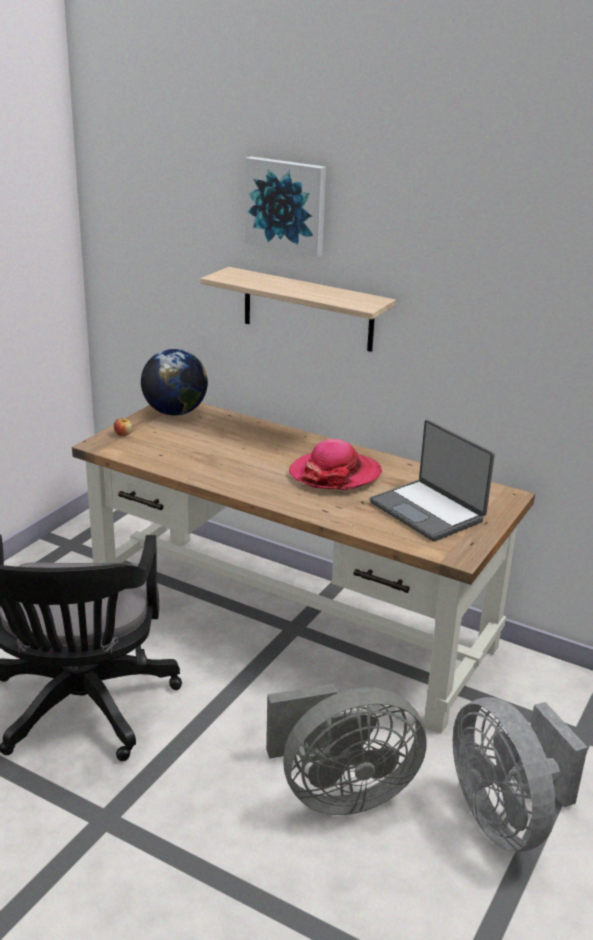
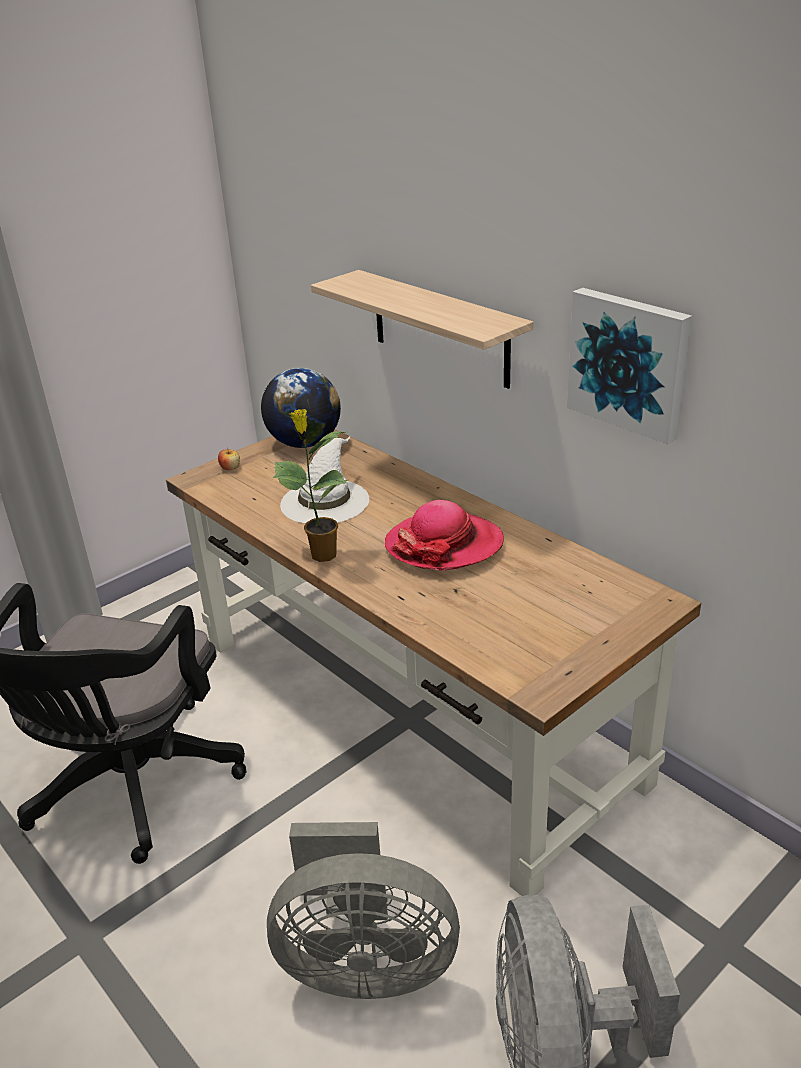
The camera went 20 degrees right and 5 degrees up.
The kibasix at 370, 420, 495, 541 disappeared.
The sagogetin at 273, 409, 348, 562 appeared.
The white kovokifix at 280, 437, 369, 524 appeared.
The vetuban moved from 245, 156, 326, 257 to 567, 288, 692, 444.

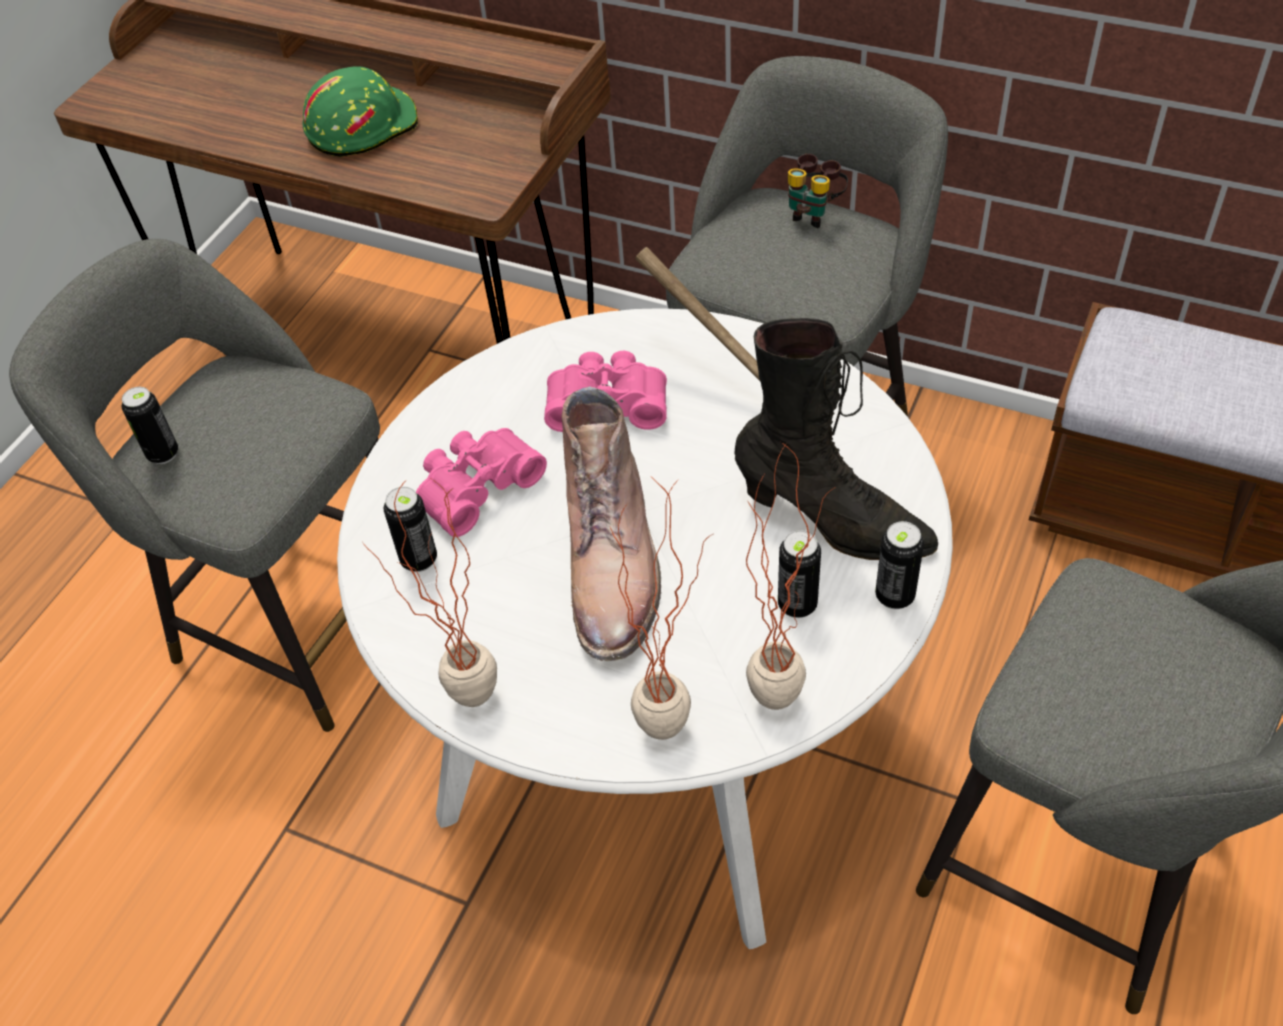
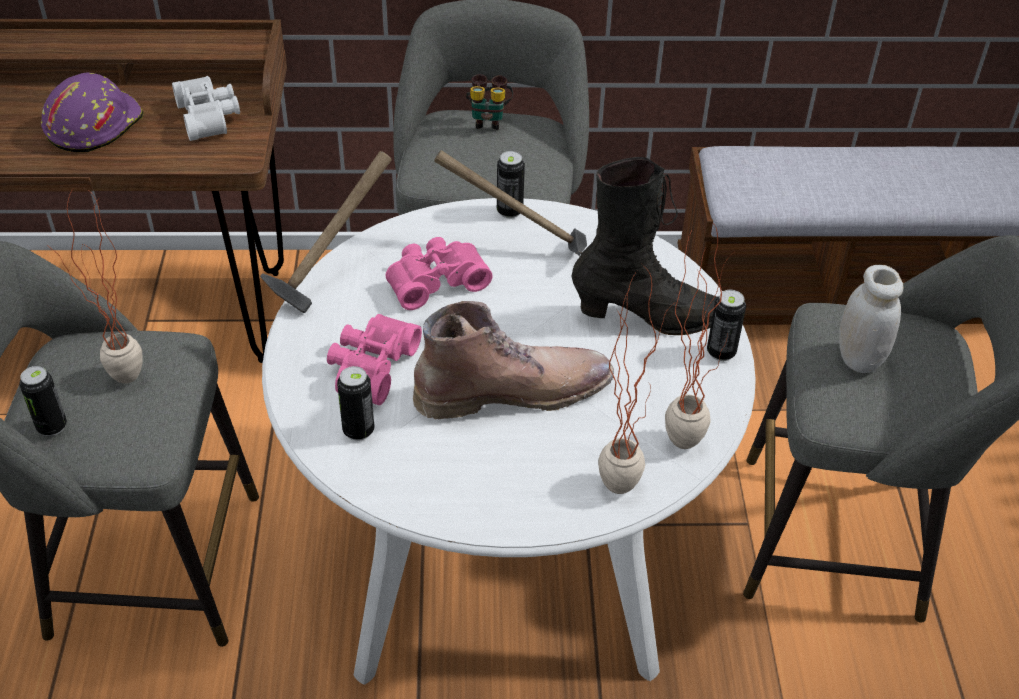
The camera went 30 degrees left and 5 degrees down.
The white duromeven at 172, 76, 240, 141 appeared.
The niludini at 260, 151, 392, 313 appeared.
The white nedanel at 839, 265, 903, 373 appeared.
The sagogetin moved from 363, 479, 497, 707 to 52, 188, 143, 384.
The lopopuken moved from 778, 530, 821, 618 to 497, 151, 525, 218.
The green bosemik at 303, 66, 418, 157 became the purple bosemik at 41, 73, 144, 152.
The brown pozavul at 561, 386, 661, 661 turned 75 degrees counterclockwise.

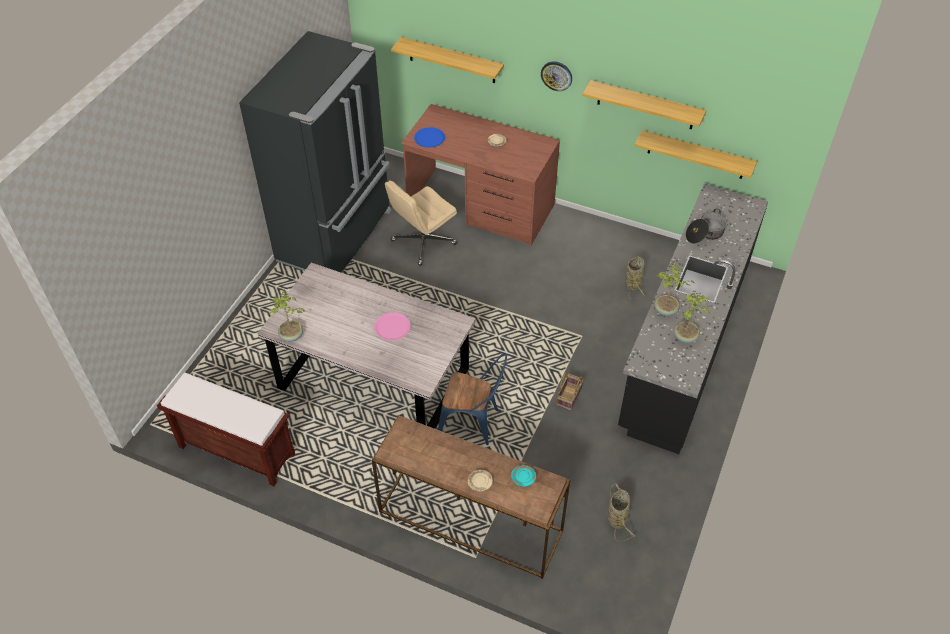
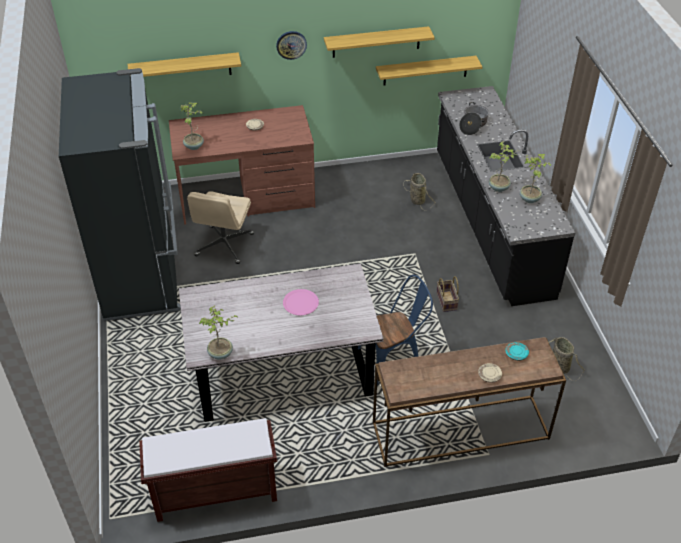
The camera went 35 degrees left and 5 degrees down.
The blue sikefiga at 414, 127, 445, 148 was replaced by the sagogetin at 181, 102, 204, 150.

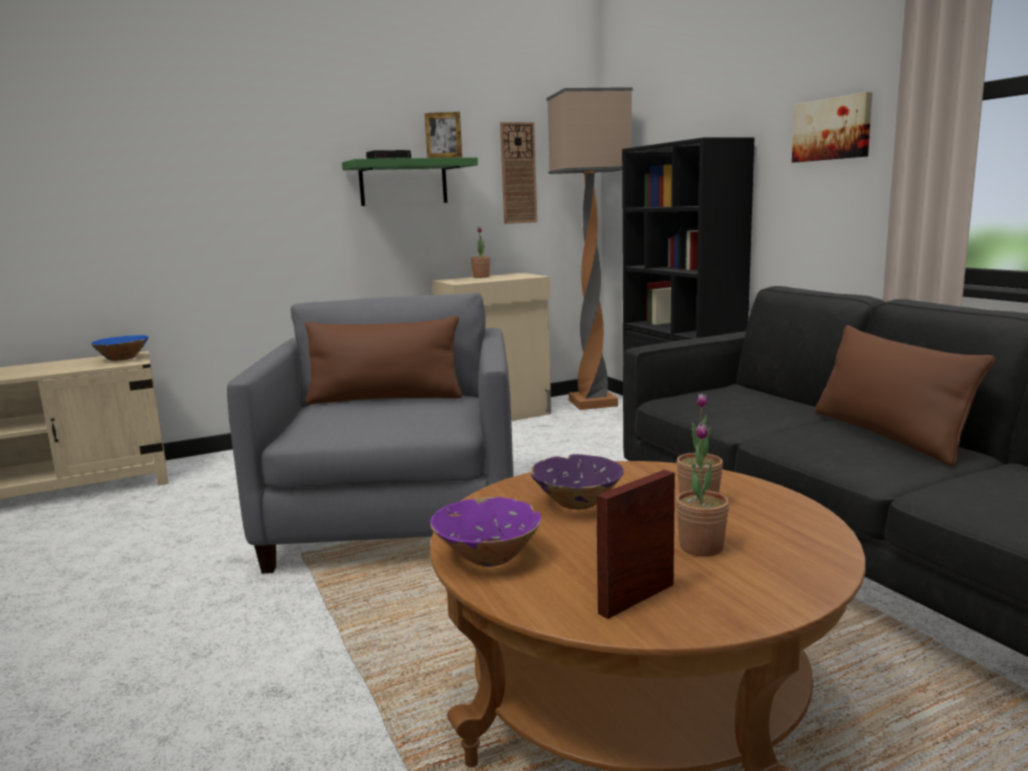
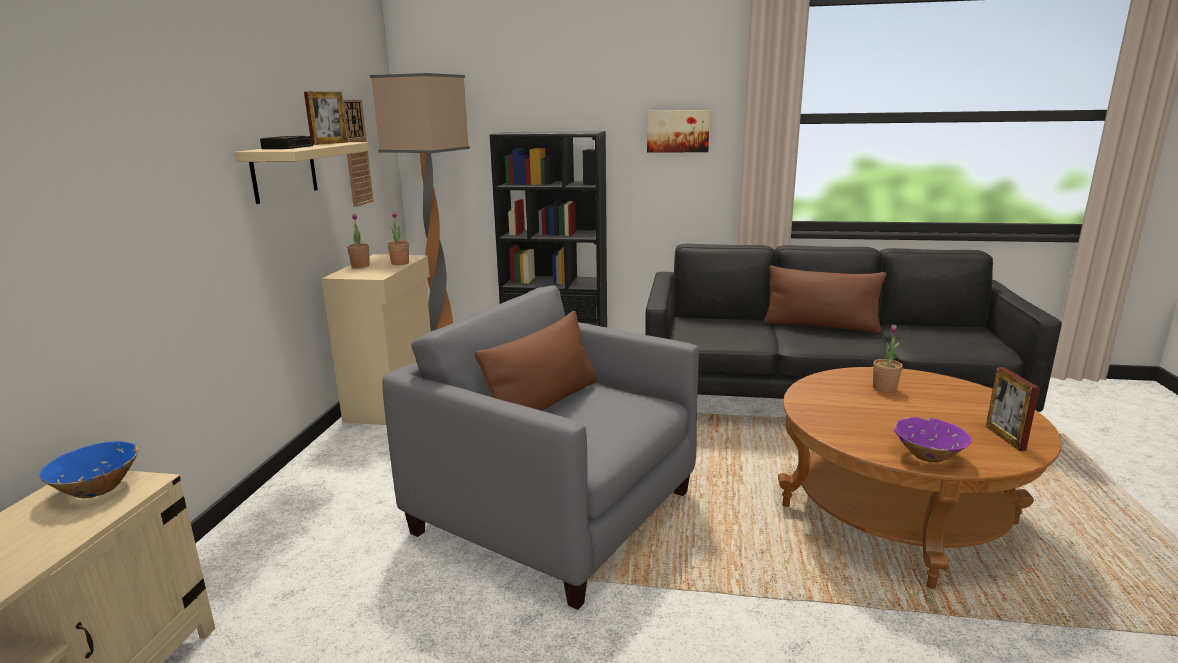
The camera went 55 degrees left and 5 degrees up.
The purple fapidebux at 530, 454, 624, 510 disappeared.
The sagogetin moved from 676, 422, 729, 557 to 388, 212, 409, 265.
The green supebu at 342, 157, 478, 206 became the beige supebu at 234, 142, 370, 204.

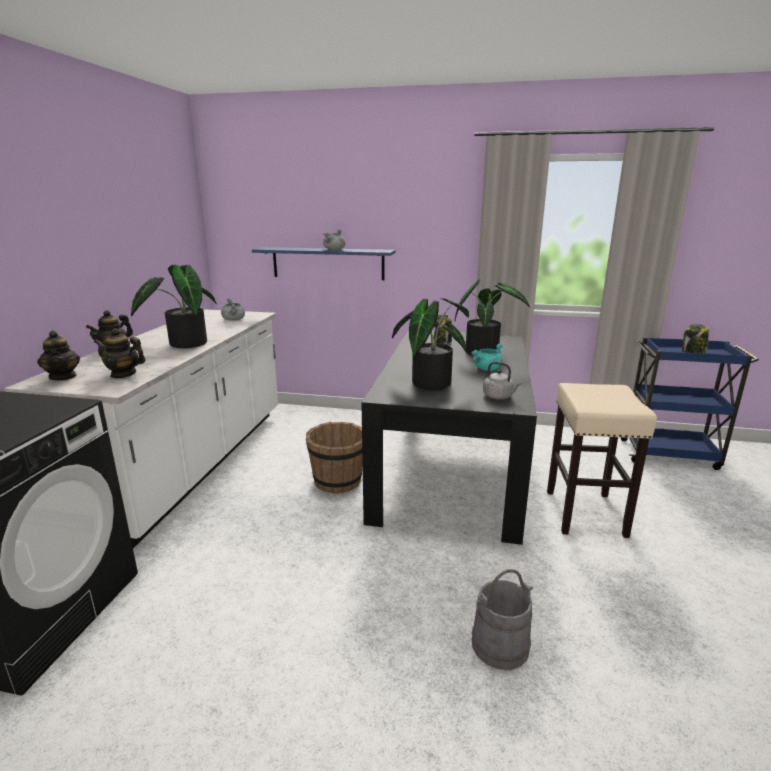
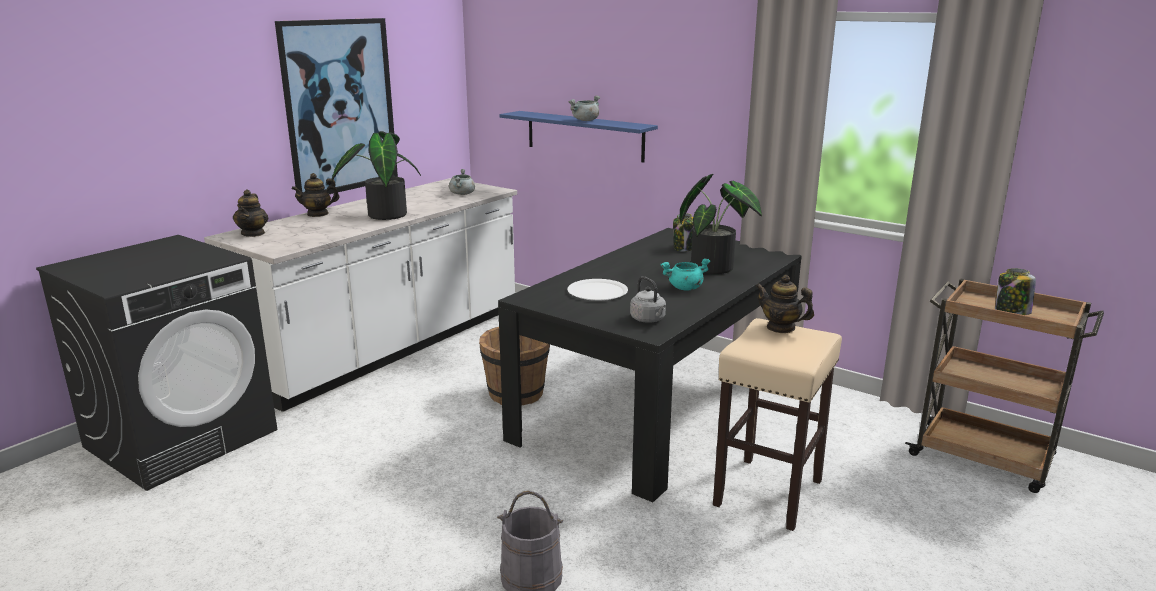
The camera went 25 degrees right and 0 degrees up.
The vetuban at 275, 18, 398, 194 appeared.
The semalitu moved from 94, 328, 146, 378 to 755, 275, 814, 333.
The sagogetin at 392, 298, 469, 390 was replaced by the white sikefiga at 567, 279, 628, 301.
The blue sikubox at 621, 337, 759, 470 became the brown sikubox at 905, 279, 1104, 493.

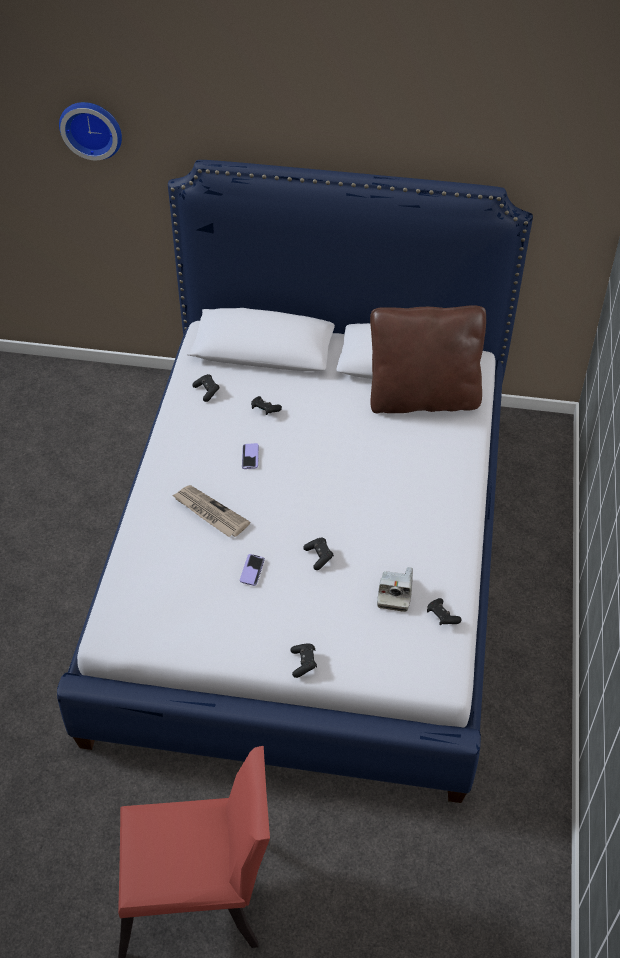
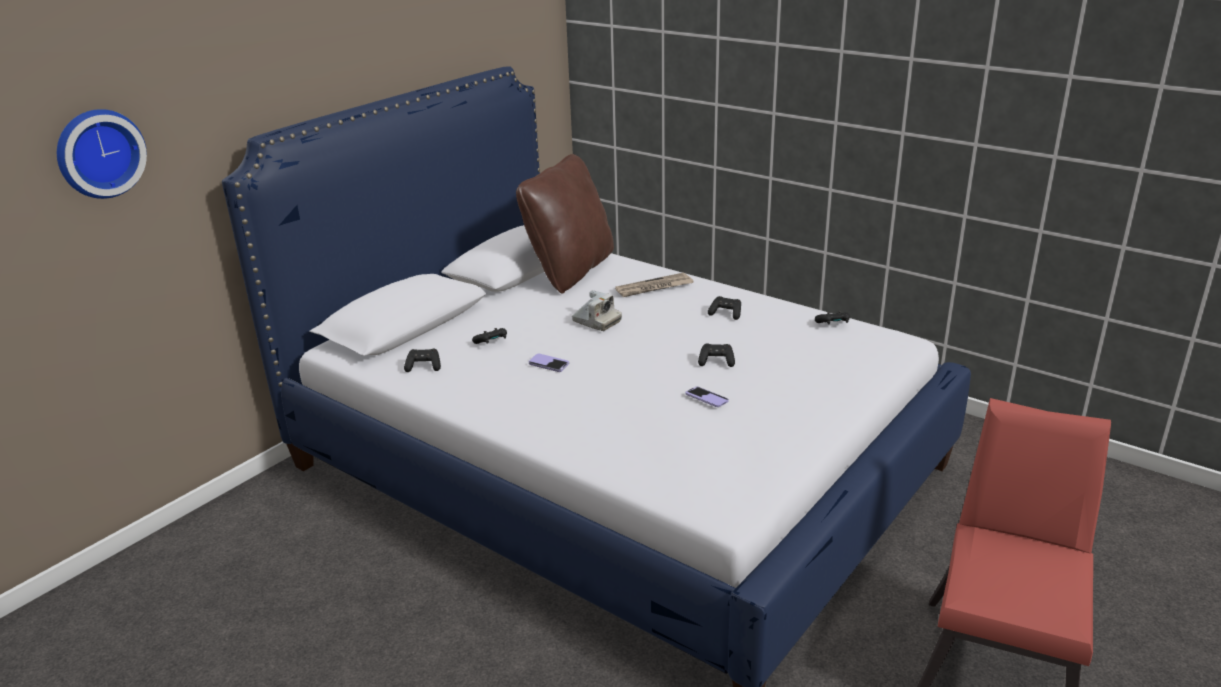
The camera went 60 degrees left and 20 degrees down.
The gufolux moved from 172, 485, 250, 537 to 615, 272, 693, 297.
The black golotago moved from 291, 644, 317, 678 to 708, 296, 741, 320.
The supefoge moved from 377, 567, 413, 612 to 572, 290, 622, 331.

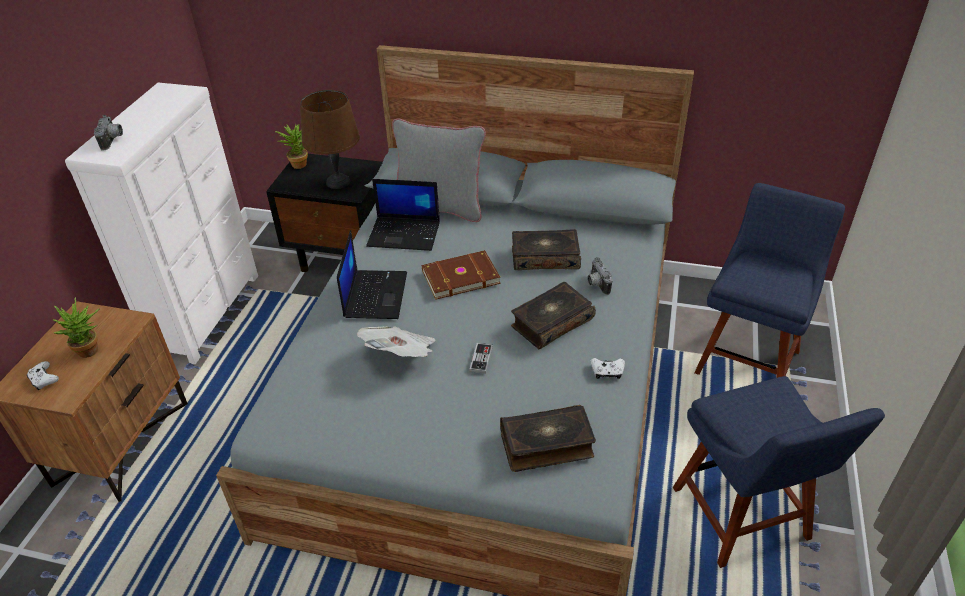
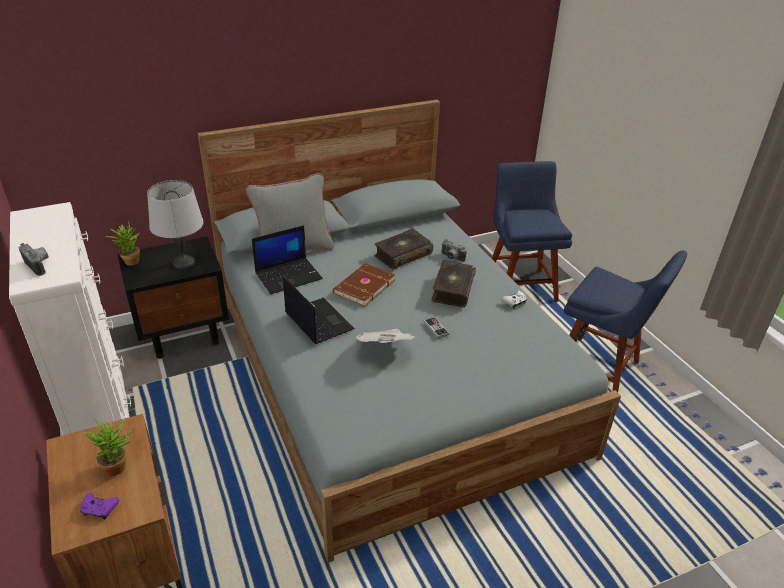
The camera went 40 degrees left and 5 degrees down.
The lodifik at 500, 405, 596, 472 disappeared.
The white golotago at 27, 361, 59, 390 became the purple golotago at 80, 492, 119, 520.
The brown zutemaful at 300, 90, 360, 189 became the grey zutemaful at 147, 180, 203, 269.

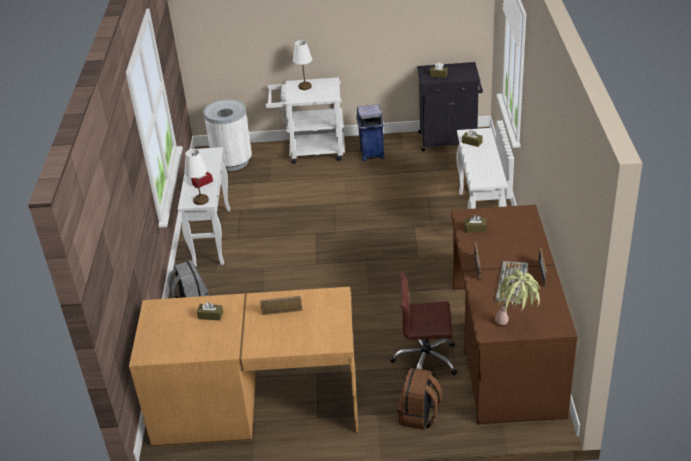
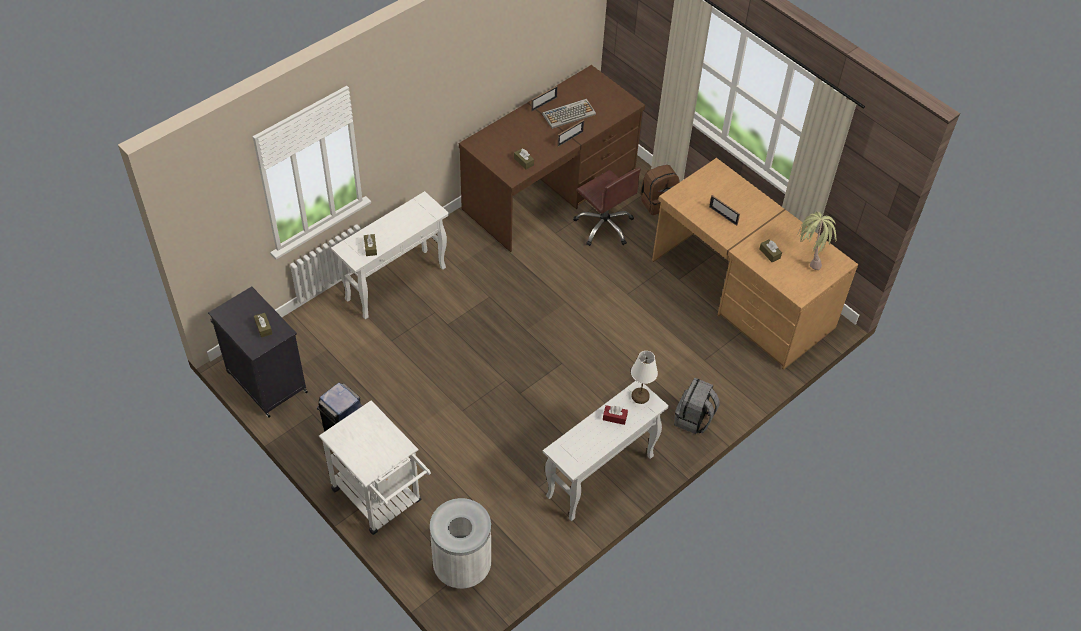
The camera went 135 degrees left and 15 degrees up.
The white zutemaful at 293, 40, 312, 90 disappeared.
The sagogetin moved from 495, 269, 540, 325 to 797, 212, 836, 270.

